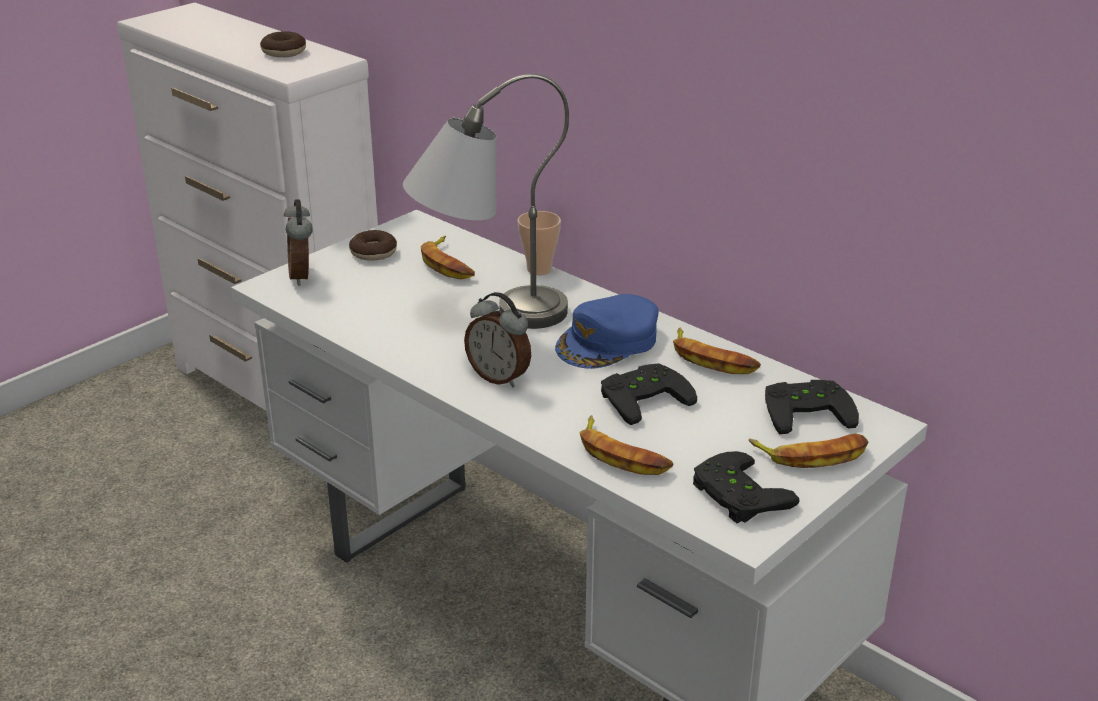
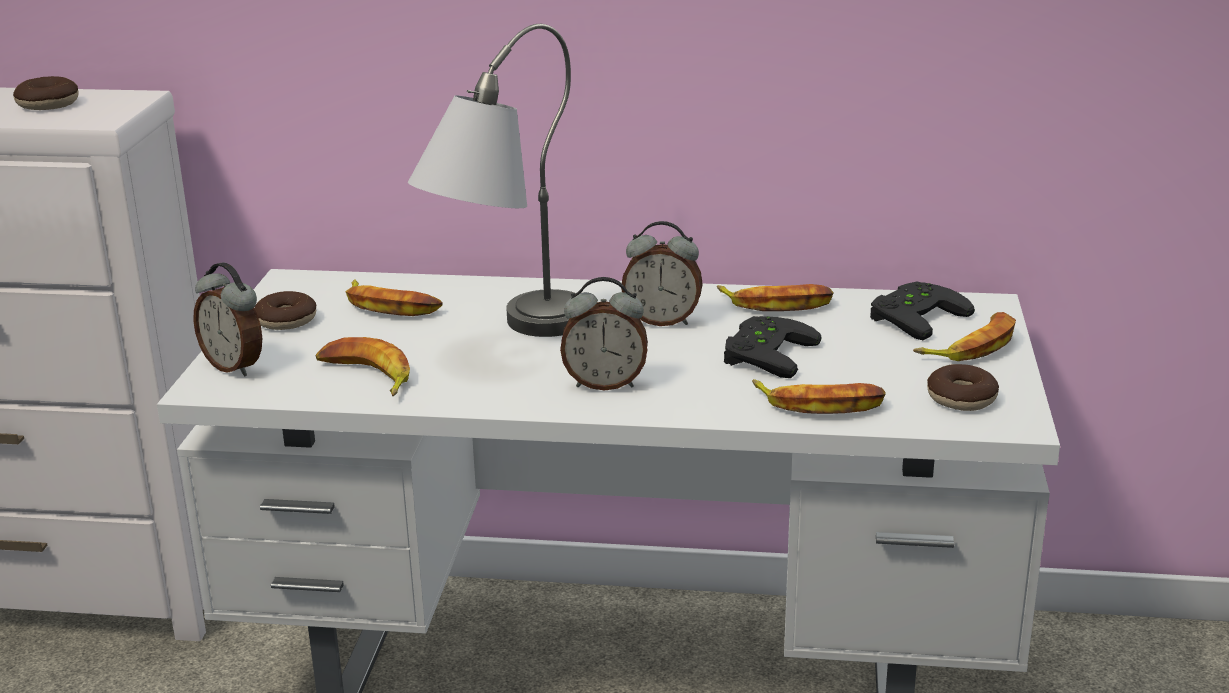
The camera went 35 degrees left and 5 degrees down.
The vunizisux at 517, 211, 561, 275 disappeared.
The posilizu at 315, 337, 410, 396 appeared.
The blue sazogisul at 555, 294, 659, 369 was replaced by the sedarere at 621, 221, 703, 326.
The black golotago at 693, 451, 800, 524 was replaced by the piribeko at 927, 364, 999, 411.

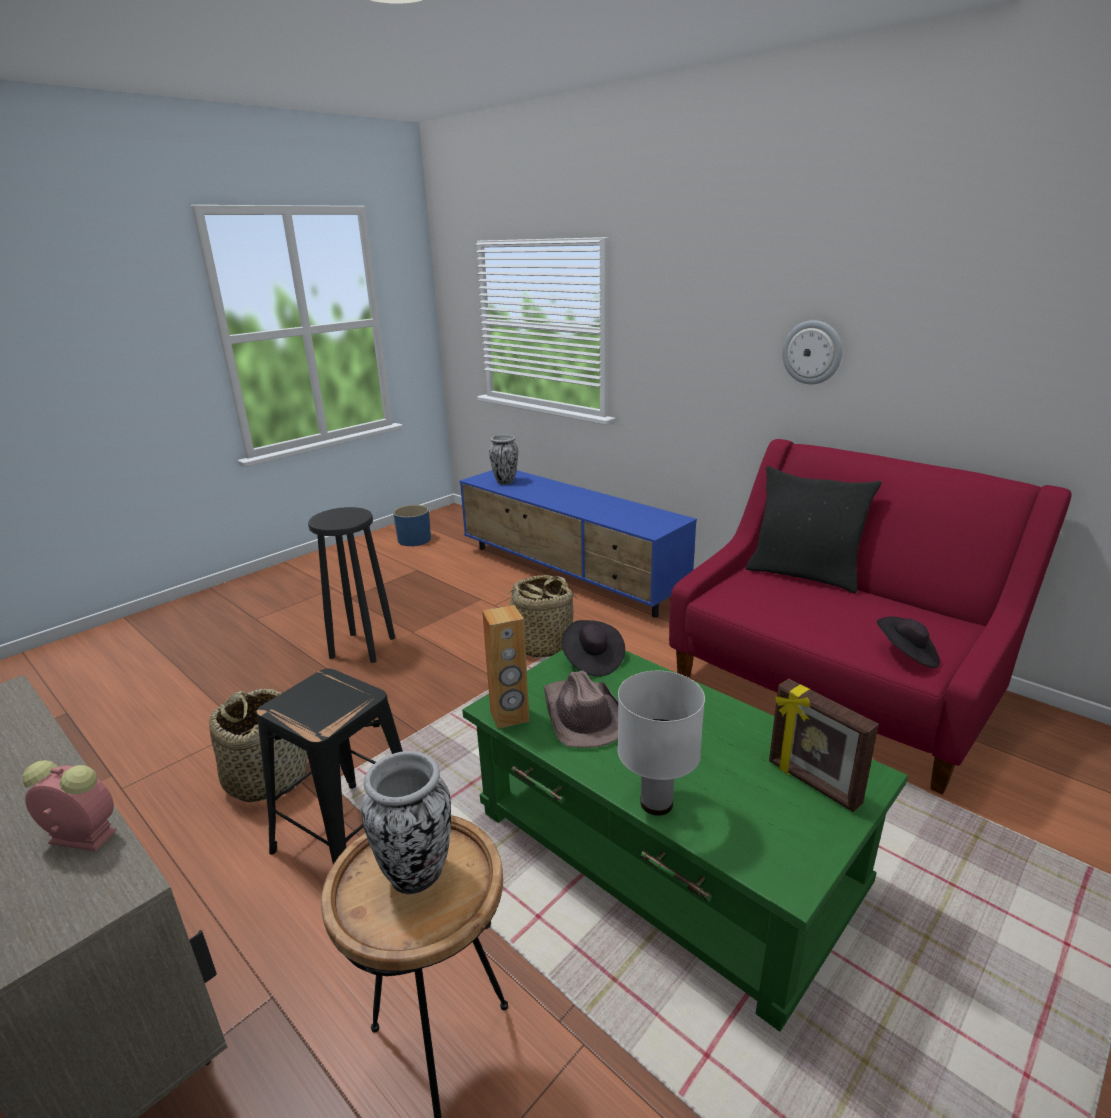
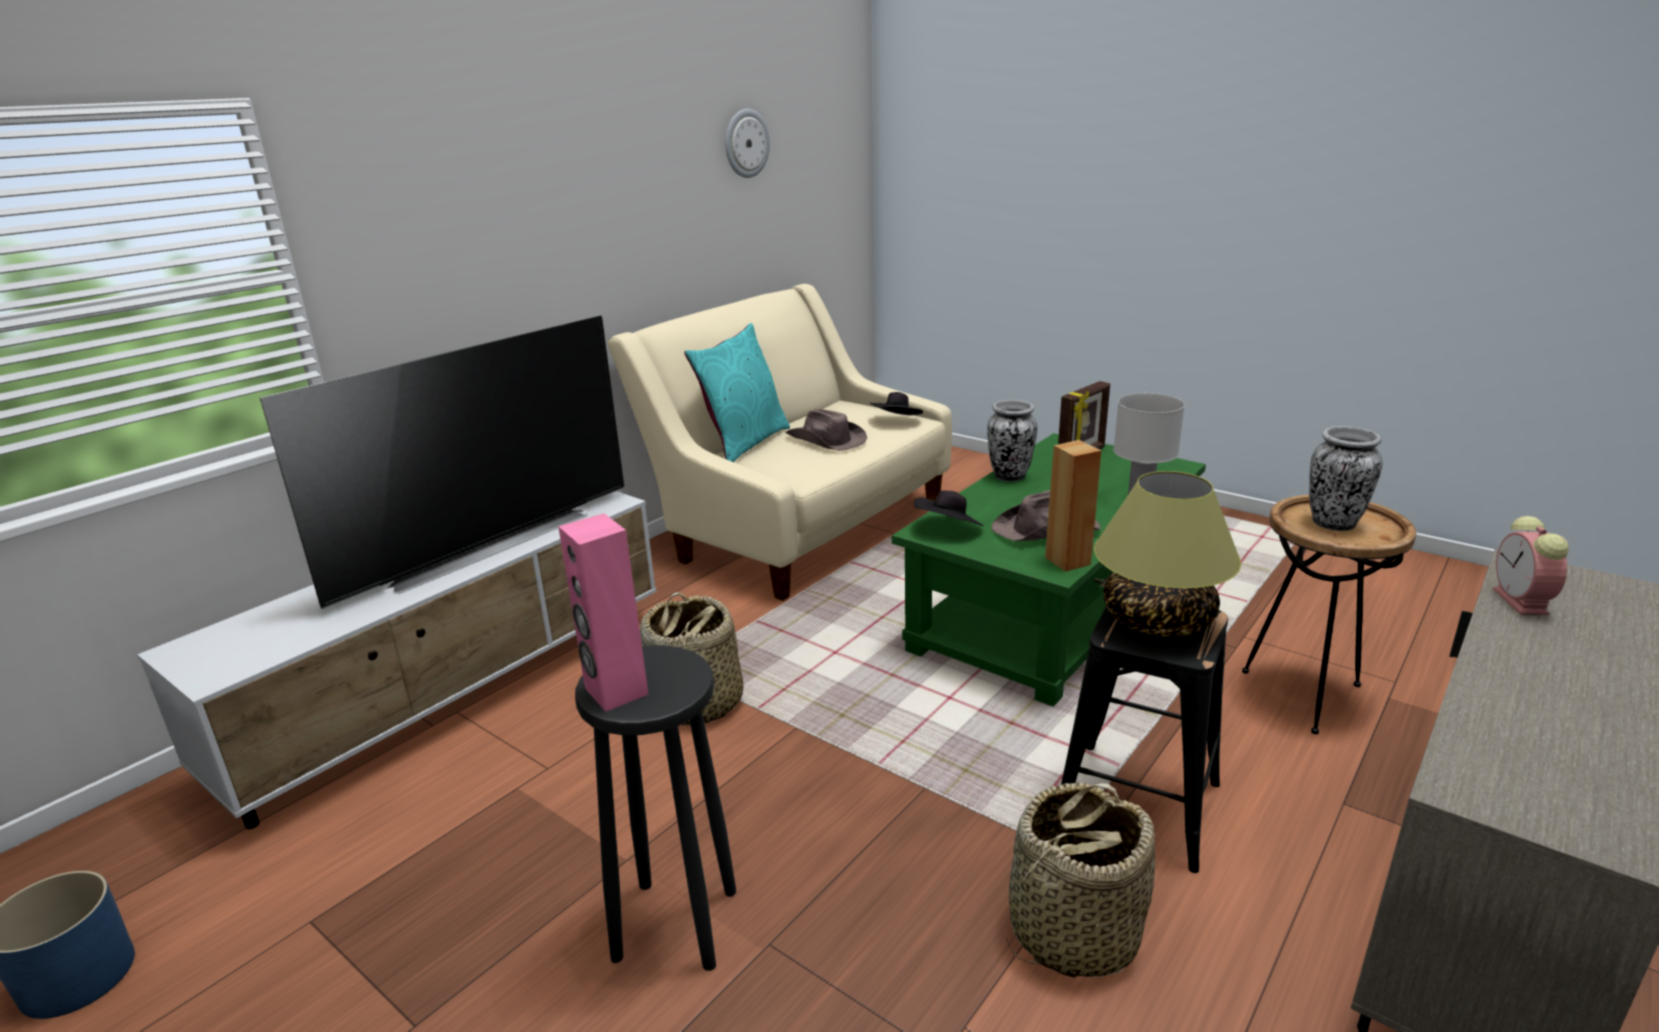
The camera went 95 degrees left and 0 degrees up.
The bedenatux at 260, 316, 624, 609 appeared.
The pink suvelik at 558, 513, 649, 712 appeared.
The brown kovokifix at 785, 409, 867, 451 appeared.
The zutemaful at 1094, 471, 1241, 637 appeared.
The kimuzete moved from 489, 435, 518, 484 to 987, 400, 1037, 482.
The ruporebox moved from 782, 320, 842, 384 to 725, 109, 770, 178.
The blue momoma at 460, 470, 697, 618 became the white momoma at 137, 491, 656, 829.
The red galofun at 669, 439, 1072, 794 became the beige galofun at 607, 284, 952, 601.
The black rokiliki at 746, 466, 882, 594 became the turquoise rokiliki at 684, 323, 790, 462.

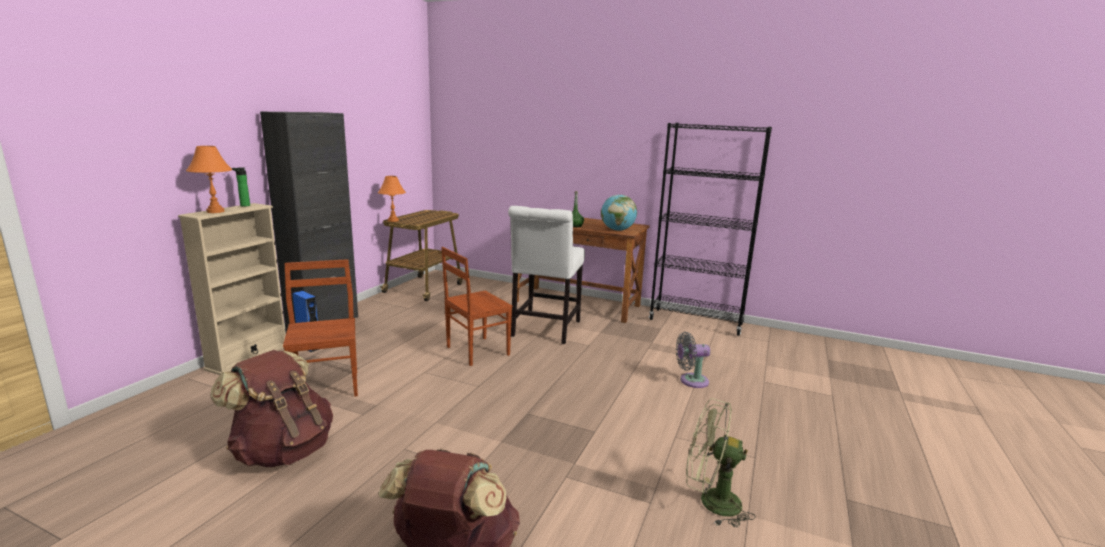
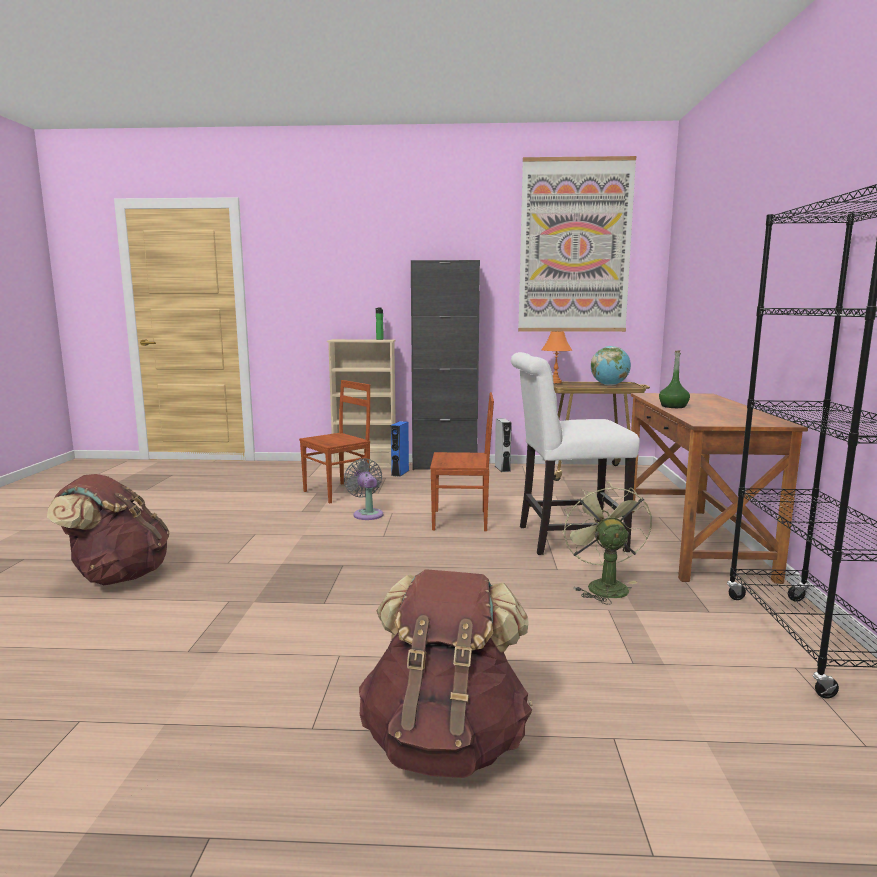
The camera went 70 degrees right and 5 degrees down.
The orange zutemaful at 186, 146, 232, 213 disappeared.
The grey suvelik at 495, 418, 512, 472 appeared.
The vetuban at 518, 156, 636, 332 appeared.
The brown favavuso moved from 210, 350, 333, 467 to 359, 569, 532, 778.
The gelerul moved from 601, 195, 637, 231 to 591, 346, 631, 386.
The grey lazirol moved from 676, 332, 710, 388 to 344, 459, 383, 520.
The green lazirol moved from 686, 398, 755, 527 to 562, 481, 652, 605.
The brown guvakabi at 441, 247, 513, 366 turned 150 degrees clockwise.

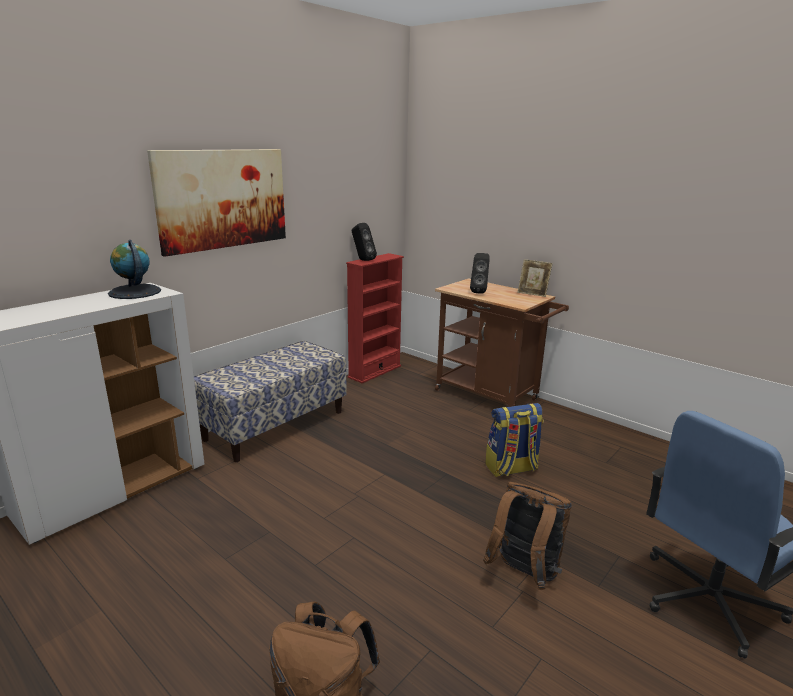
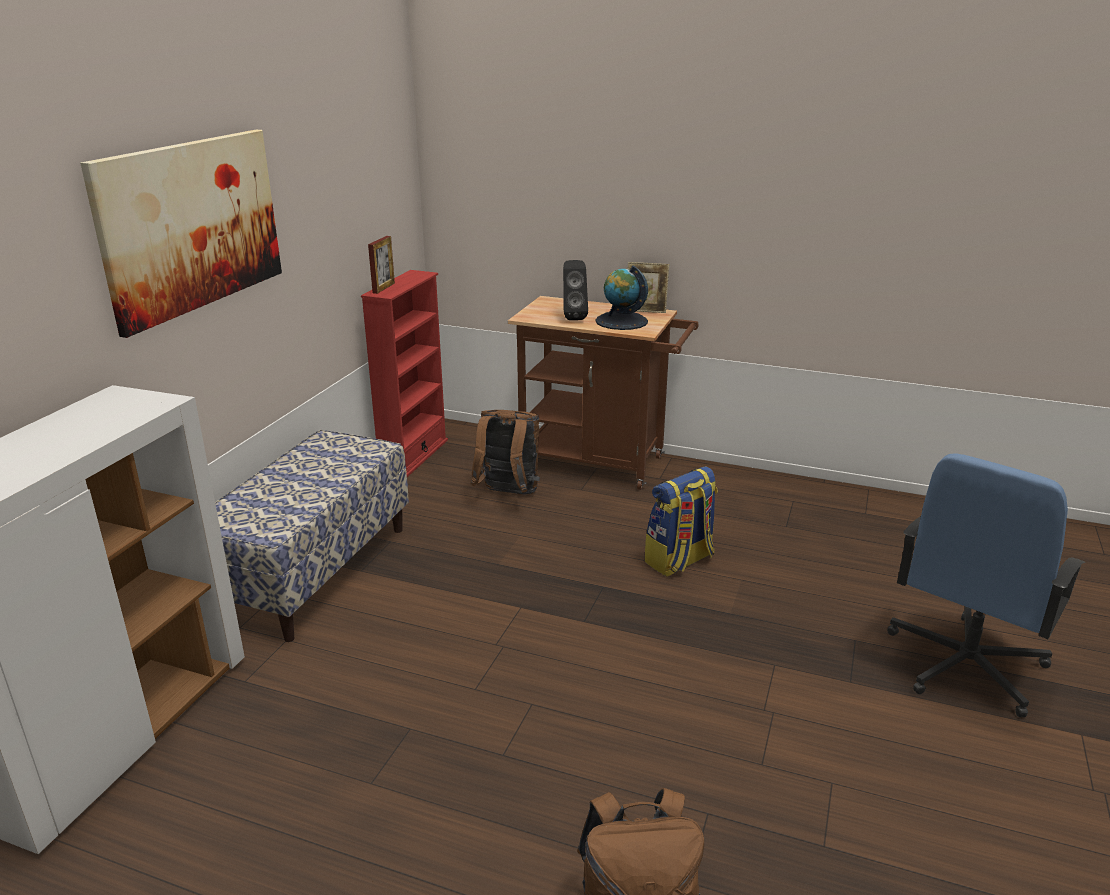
The camera went 20 degrees left and 5 degrees up.
The gelerul moved from 108, 240, 161, 299 to 596, 265, 648, 330.
The brown favavuso moved from 483, 482, 572, 590 to 471, 410, 540, 495.
The black suvelik at 352, 223, 377, 261 was replaced by the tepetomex at 368, 236, 395, 294.

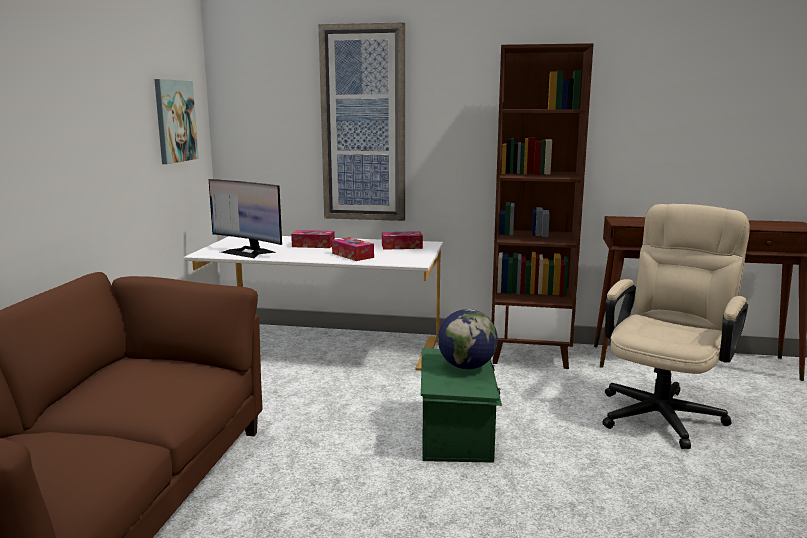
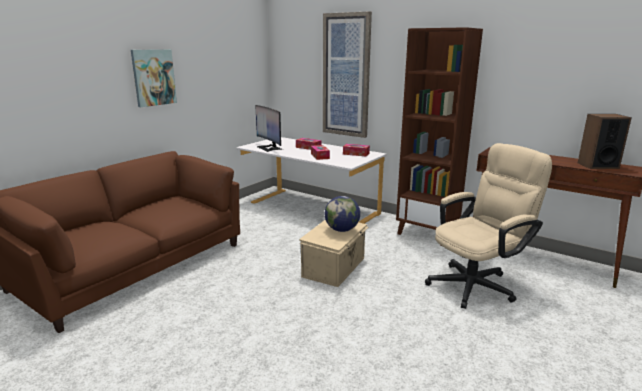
The camera went 25 degrees right and 5 degrees up.
The suvelik at 578, 114, 632, 169 appeared.
The vetuban moved from 154, 79, 199, 164 to 131, 49, 177, 107.
The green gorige at 421, 348, 502, 463 became the beige gorige at 299, 220, 368, 287.

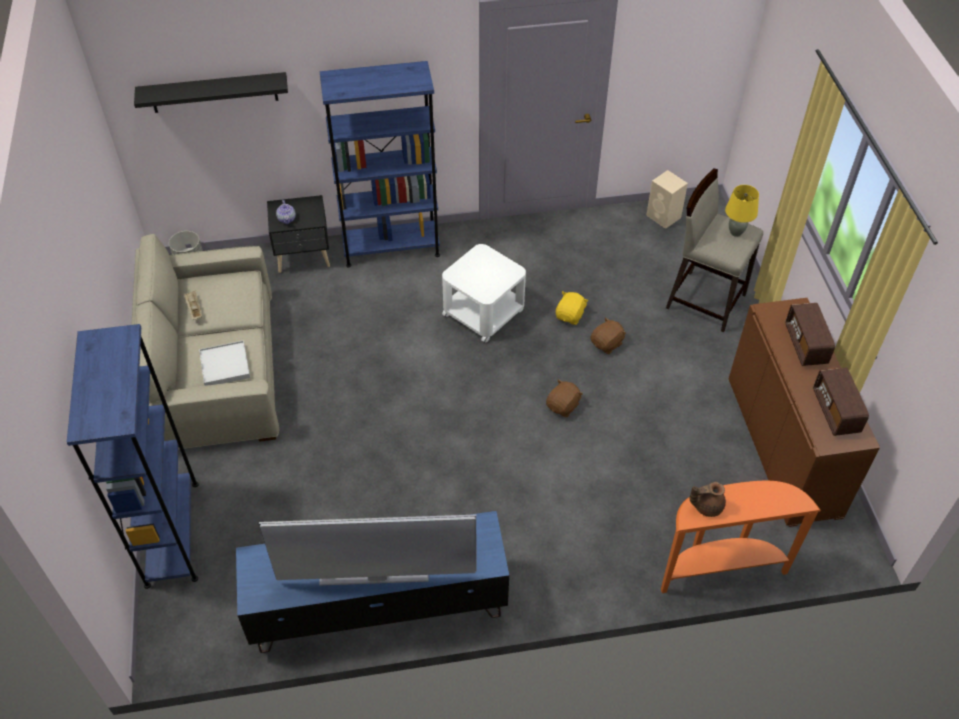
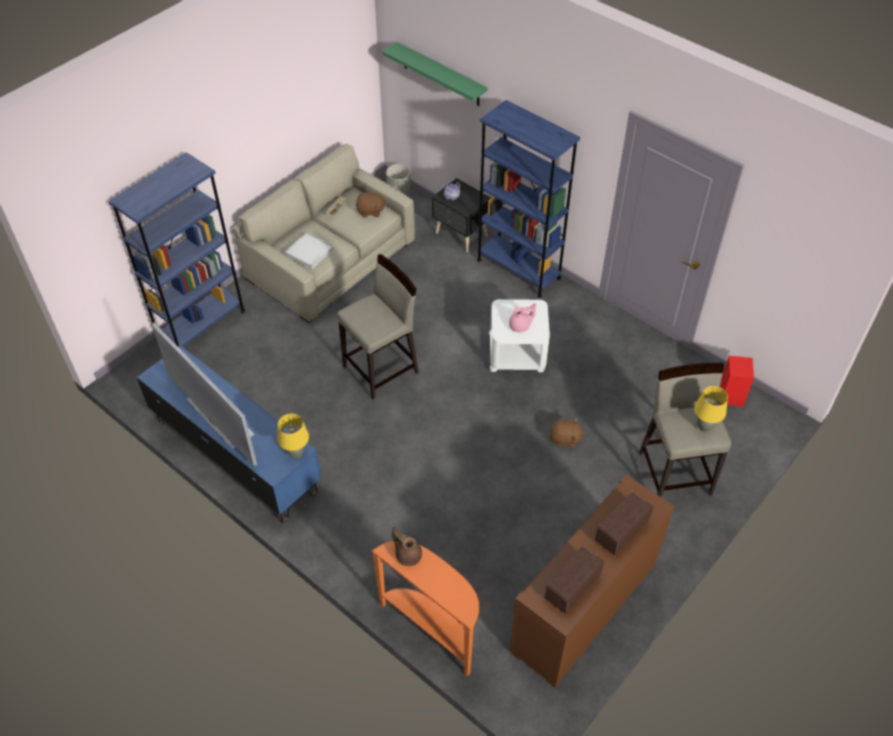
The camera went 50 degrees right and 0 degrees up.
The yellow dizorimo at 556, 291, 588, 325 disappeared.
The yellow zutemaful at 277, 414, 309, 459 appeared.
The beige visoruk at 337, 254, 419, 399 appeared.
The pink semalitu at 509, 303, 536, 332 appeared.
The brown dizorimo moved from 546, 379, 583, 417 to 356, 191, 386, 218.
The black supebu at 134, 72, 288, 113 became the green supebu at 383, 42, 487, 106.
The beige suvelik at 646, 170, 688, 229 became the red suvelik at 720, 356, 754, 407.

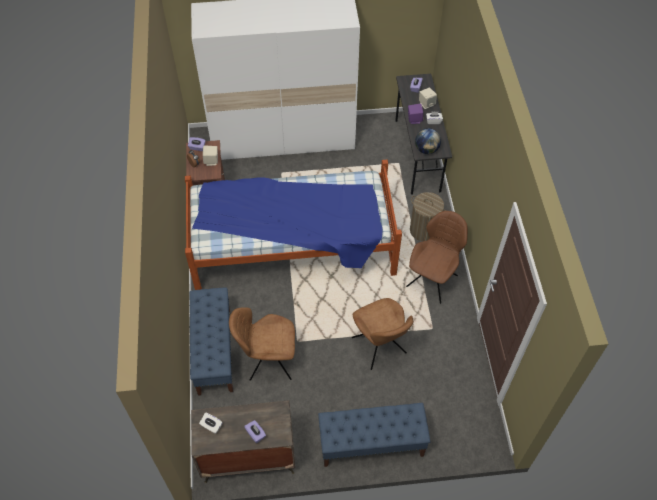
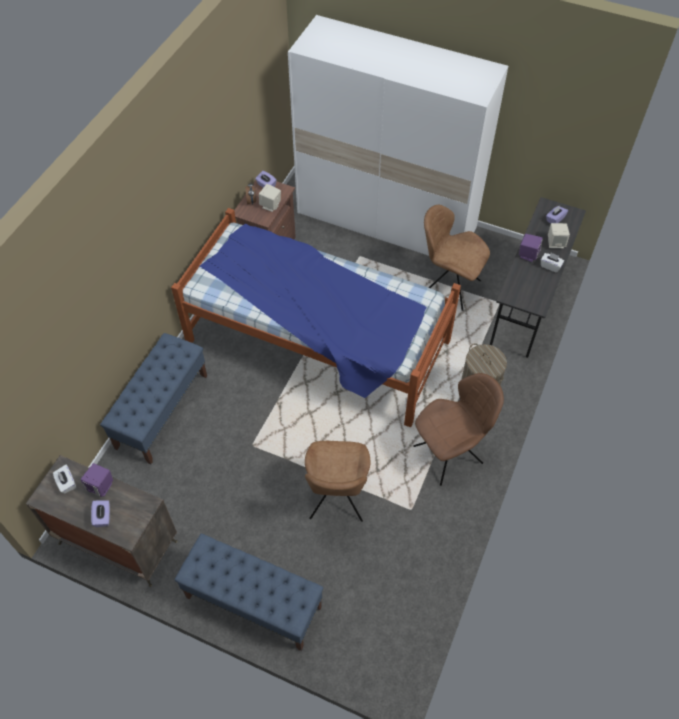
The camera went 30 degrees right and 0 degrees up.
The gelerul at 415, 128, 441, 154 disappeared.
The purple suvelik at 81, 463, 113, 497 appeared.
The brown guvakabi moved from 229, 307, 295, 381 to 424, 205, 490, 311.

